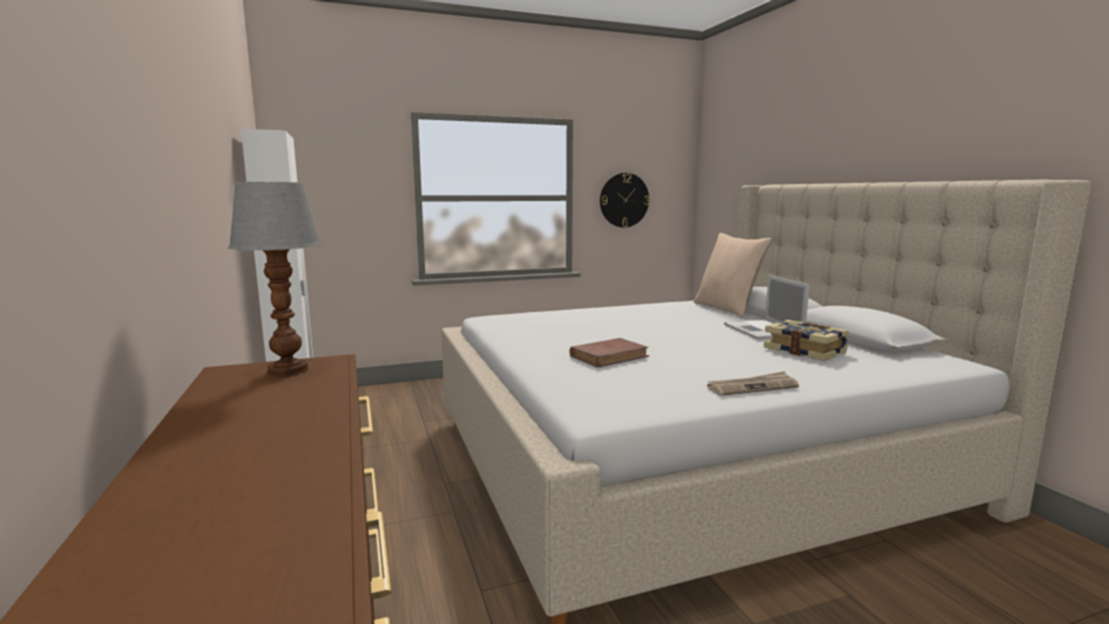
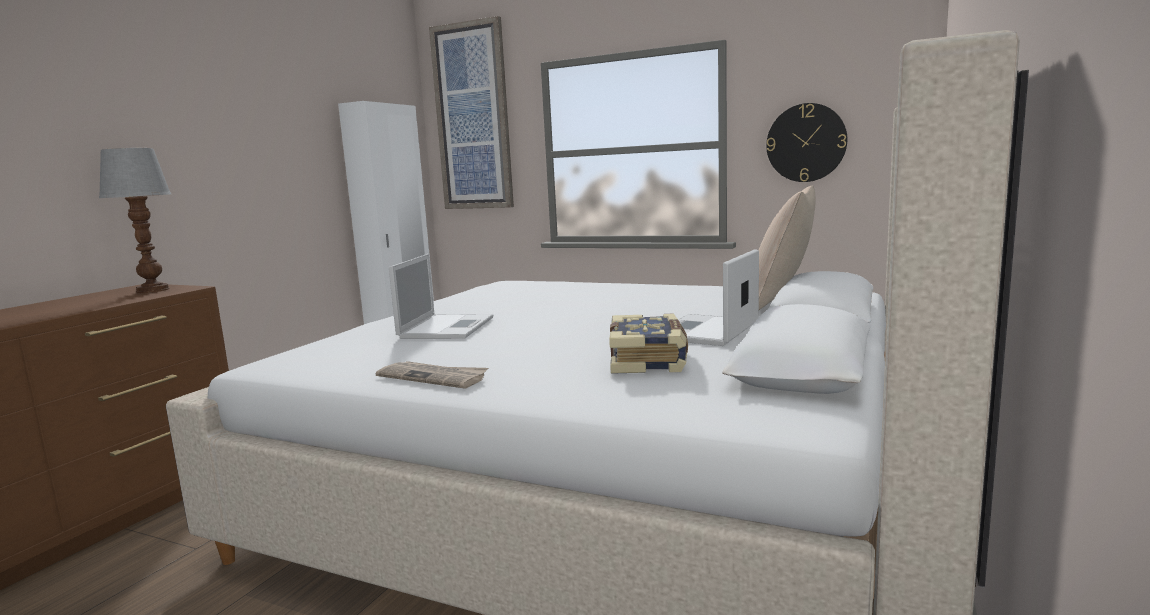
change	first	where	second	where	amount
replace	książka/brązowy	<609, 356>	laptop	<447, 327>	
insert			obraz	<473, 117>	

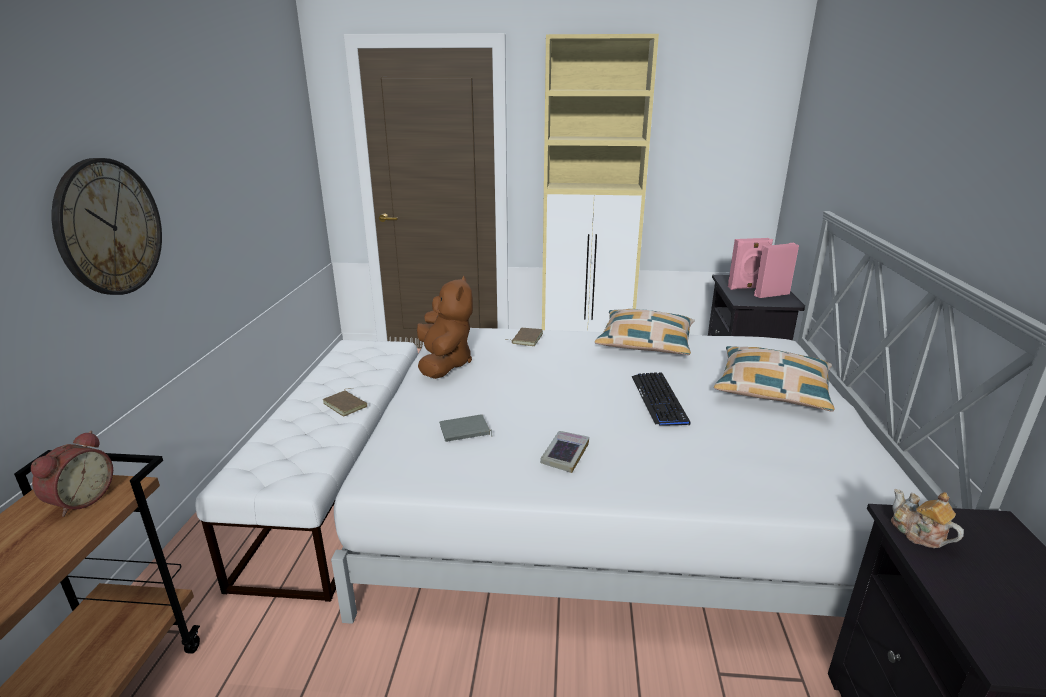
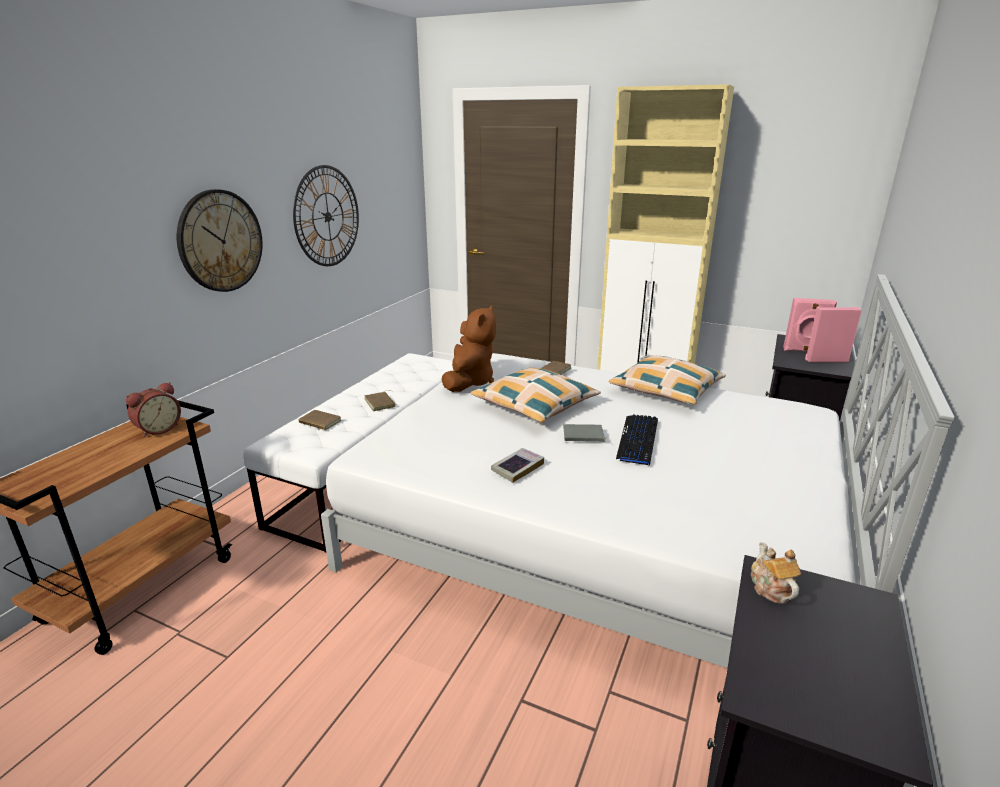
change	first	where	second	where	amount
move	książka/szary	<464, 432>		<583, 436>	
move	poduszka	<772, 389>		<535, 404>	
insert			zegar ścienny	<327, 216>	
insert			książka/brązowy	<319, 422>	

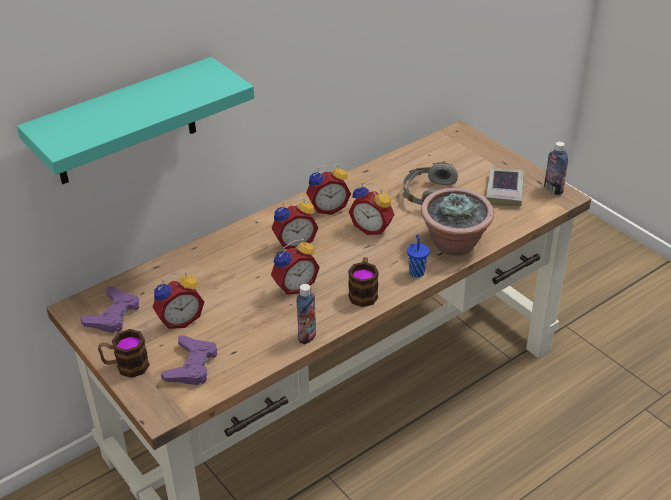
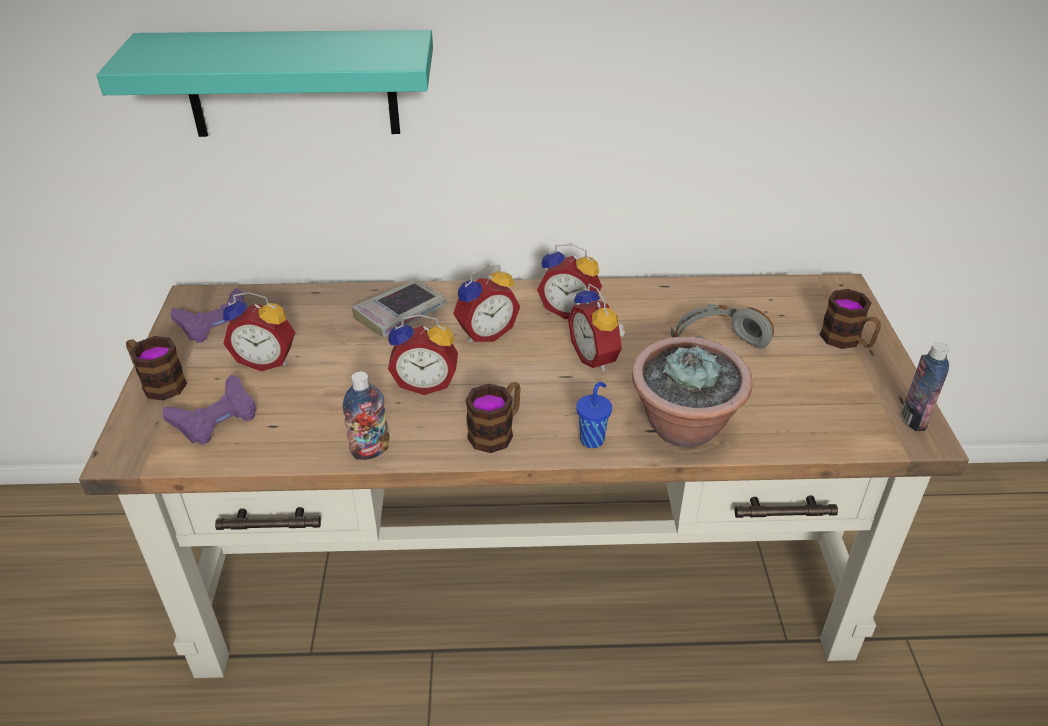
change	first	where	second	where	amount
rotate	budzik	<294, 243>		<485, 332>	45 degrees counterclockwise
move	książka	<504, 191>		<400, 313>	
insert			kubek	<847, 341>	

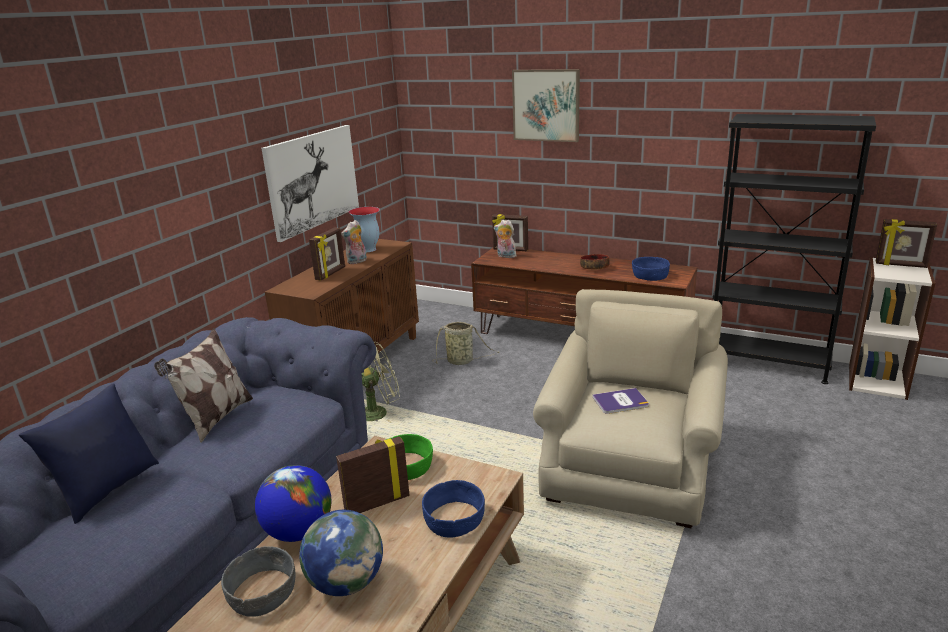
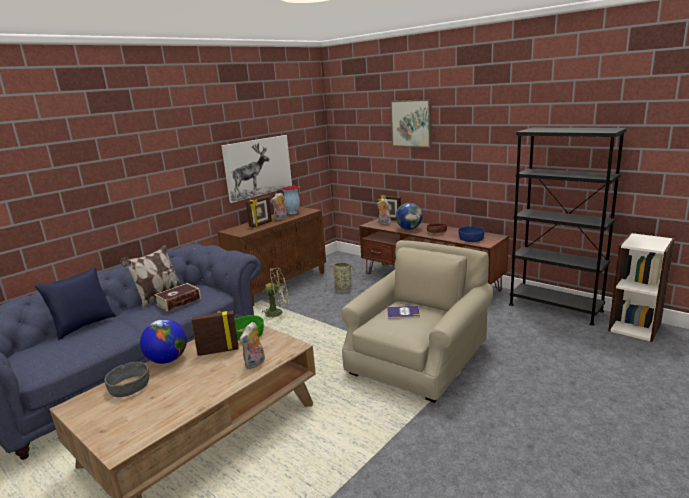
change	first	where	second	where	amount
move	globus	<346, 582>		<409, 229>	
replace	miska/niebieski	<454, 518>	pluszak	<255, 364>	
delete	ramka na zdjęcie	<900, 265>			
insert			książka	<179, 301>	

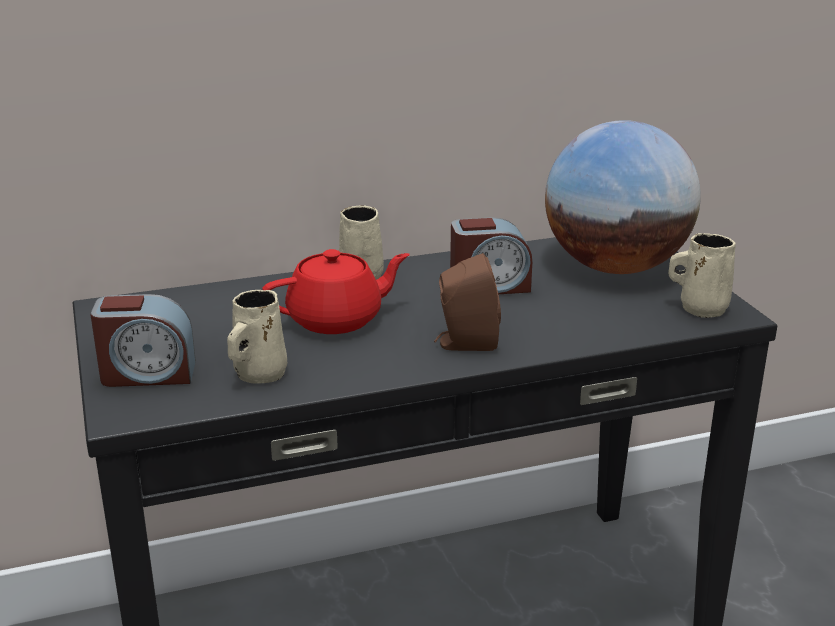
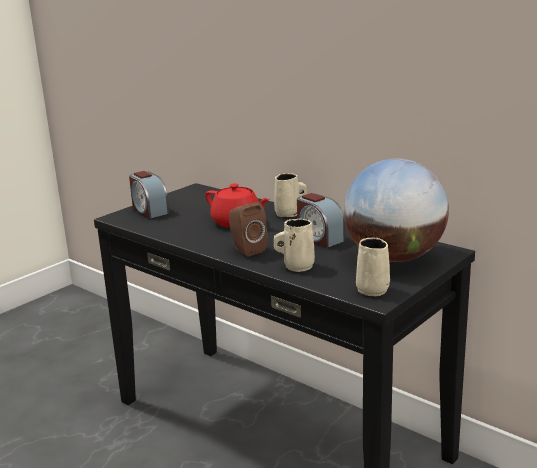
change	first	where	second	where	amount
move	kubek/beżowy	<258, 374>		<297, 266>	

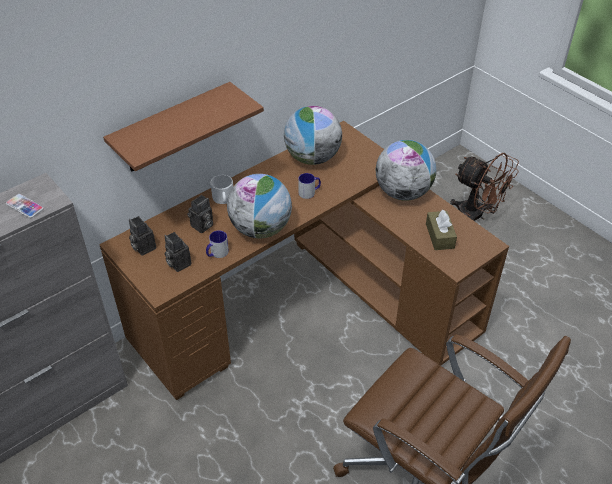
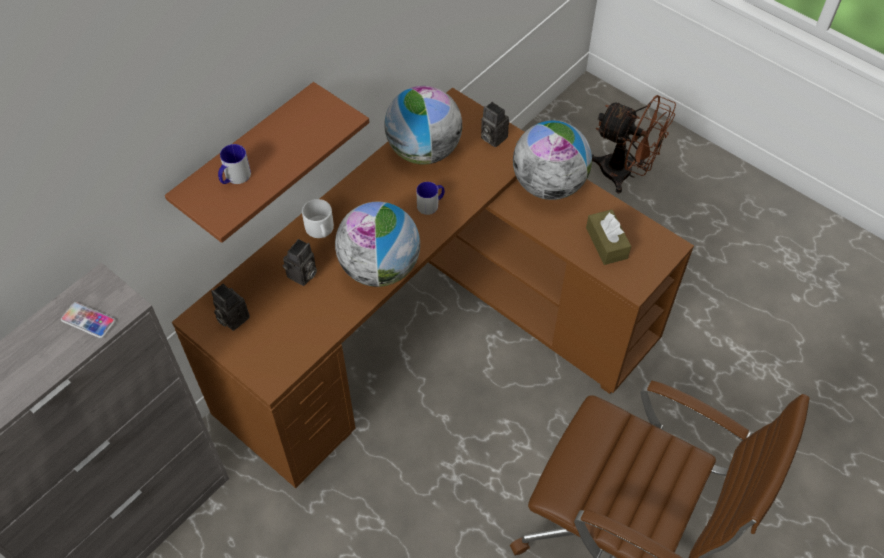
change	first	where	second	where	amount
move	aparat fotograficzny	<178, 263>		<492, 137>	
move	kubek	<217, 253>		<234, 178>	

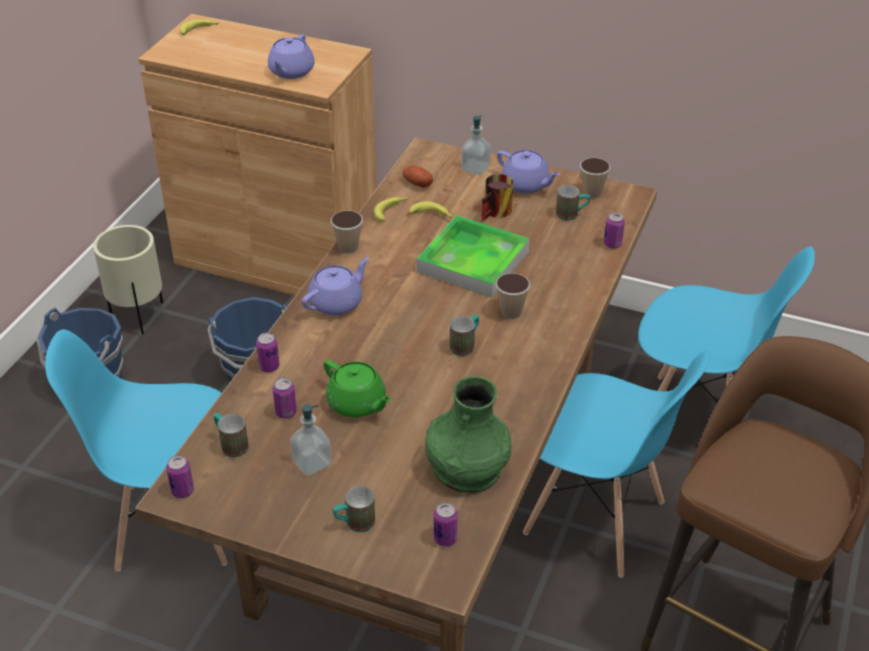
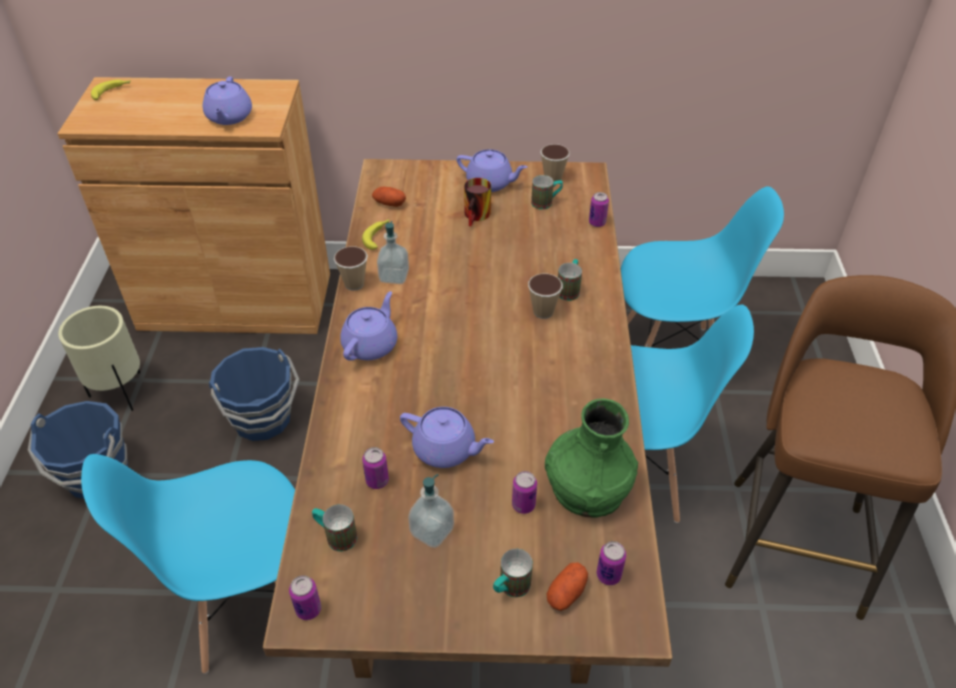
change	first	where	second	where	amount
move	puszka	<269, 367>		<523, 505>	
recolor	imbryk/zielony	<357, 404>	imbryk/fioletowy	<446, 449>	
delete	banan	<432, 215>			
delete	taca	<473, 261>			
move	kubek	<465, 345>		<569, 289>	
move	dozownik mydła	<475, 168>		<394, 276>	
insert			ziemniak	<566, 593>	

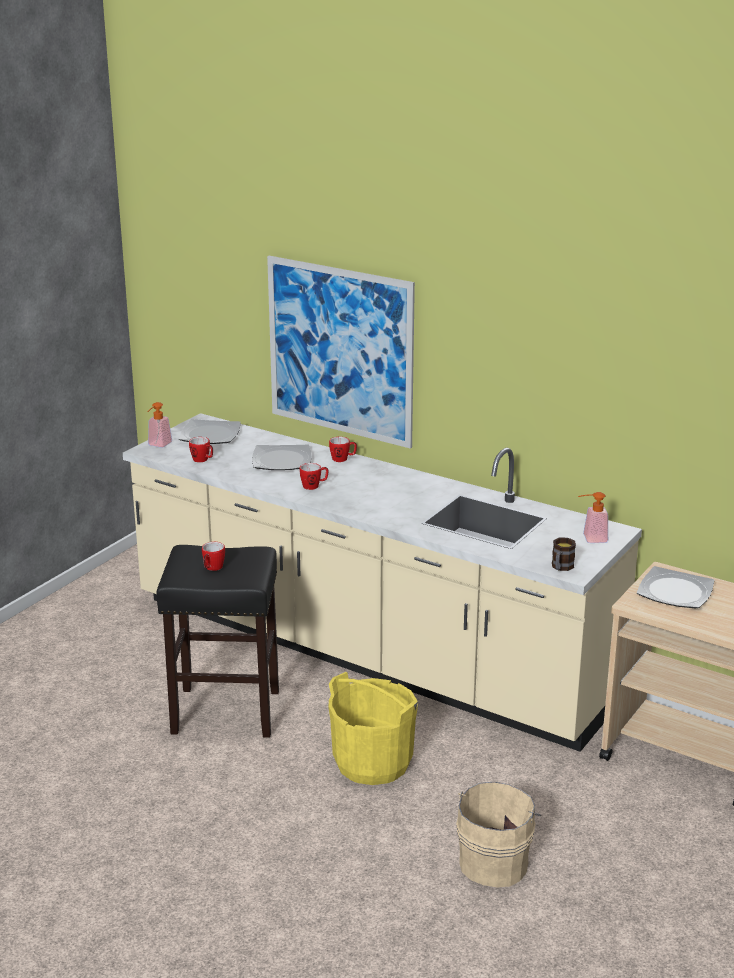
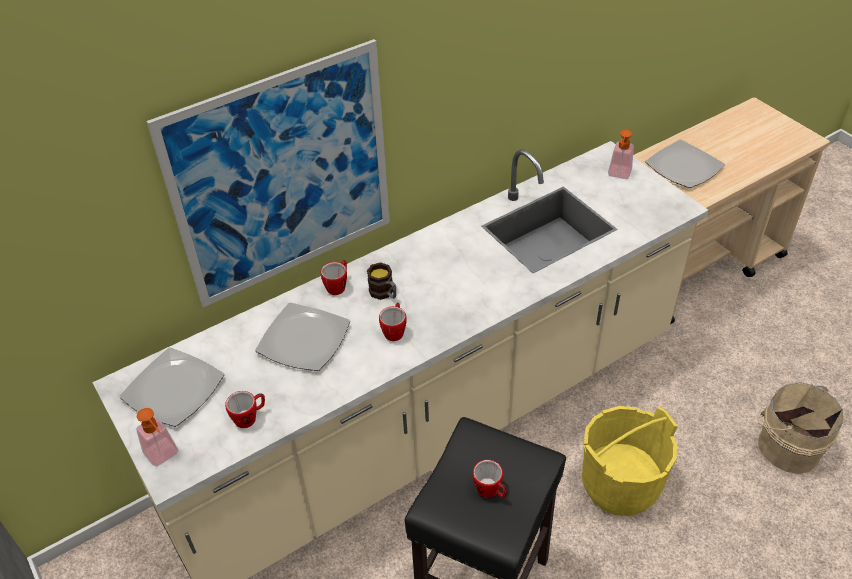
change	first	where	second	where	amount
move	kubek	<561, 567>		<384, 293>	

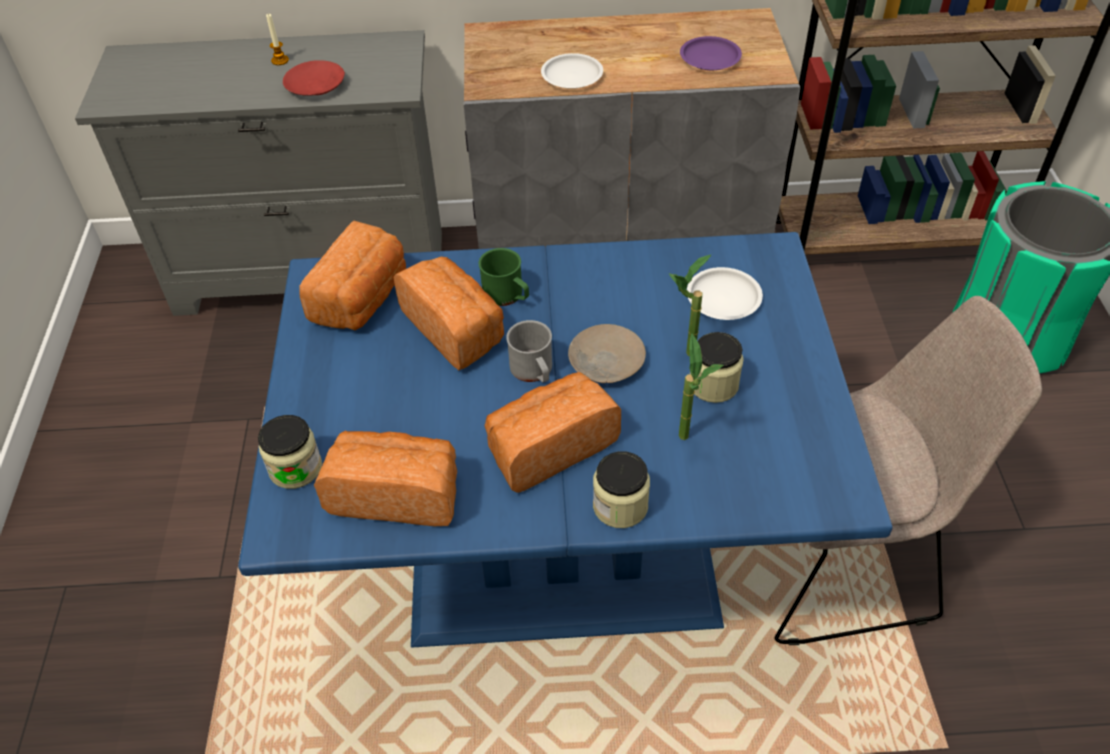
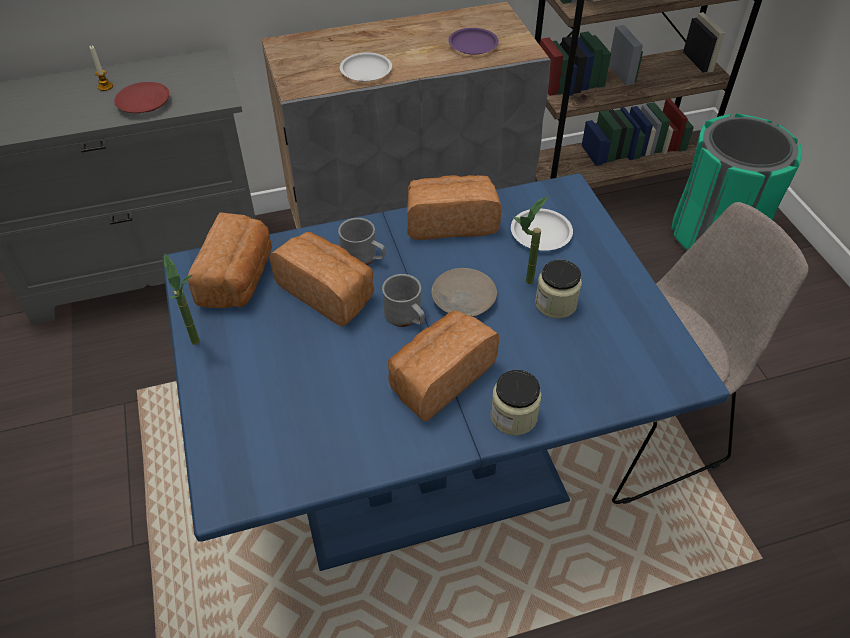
change	first	where	second	where	amount
delete	słoik	<295, 468>			
move	chleb	<397, 493>		<450, 222>	
recolor	kubek/zielony	<507, 296>	kubek/szary	<364, 258>	
move	roślina doniczkowa	<690, 443>		<200, 346>	

